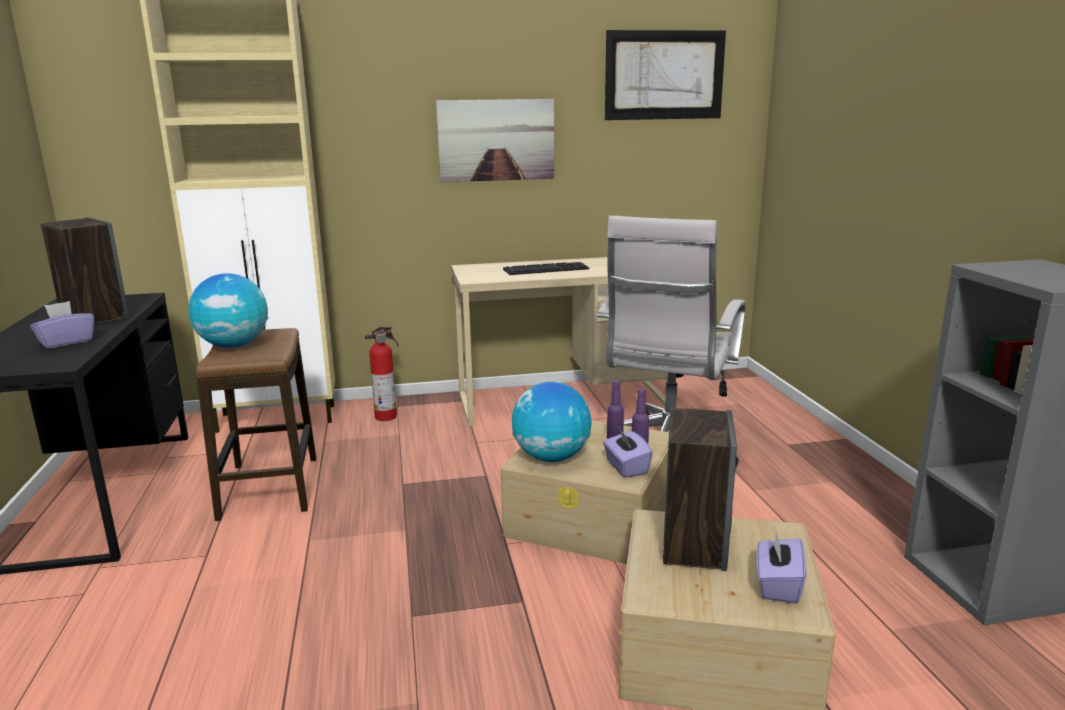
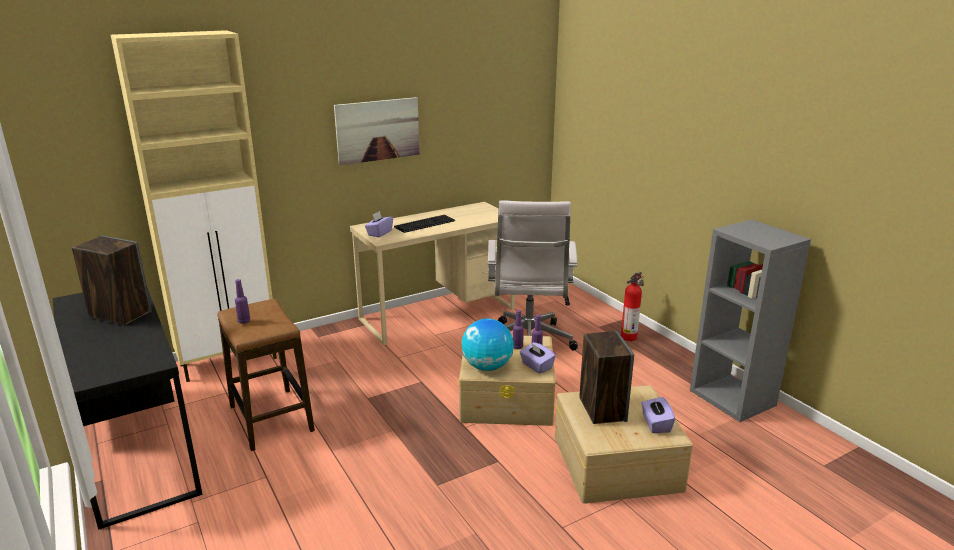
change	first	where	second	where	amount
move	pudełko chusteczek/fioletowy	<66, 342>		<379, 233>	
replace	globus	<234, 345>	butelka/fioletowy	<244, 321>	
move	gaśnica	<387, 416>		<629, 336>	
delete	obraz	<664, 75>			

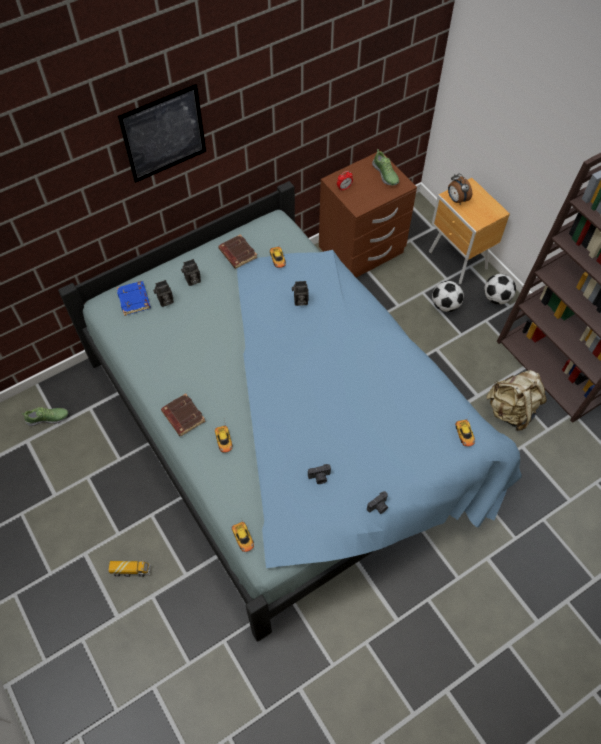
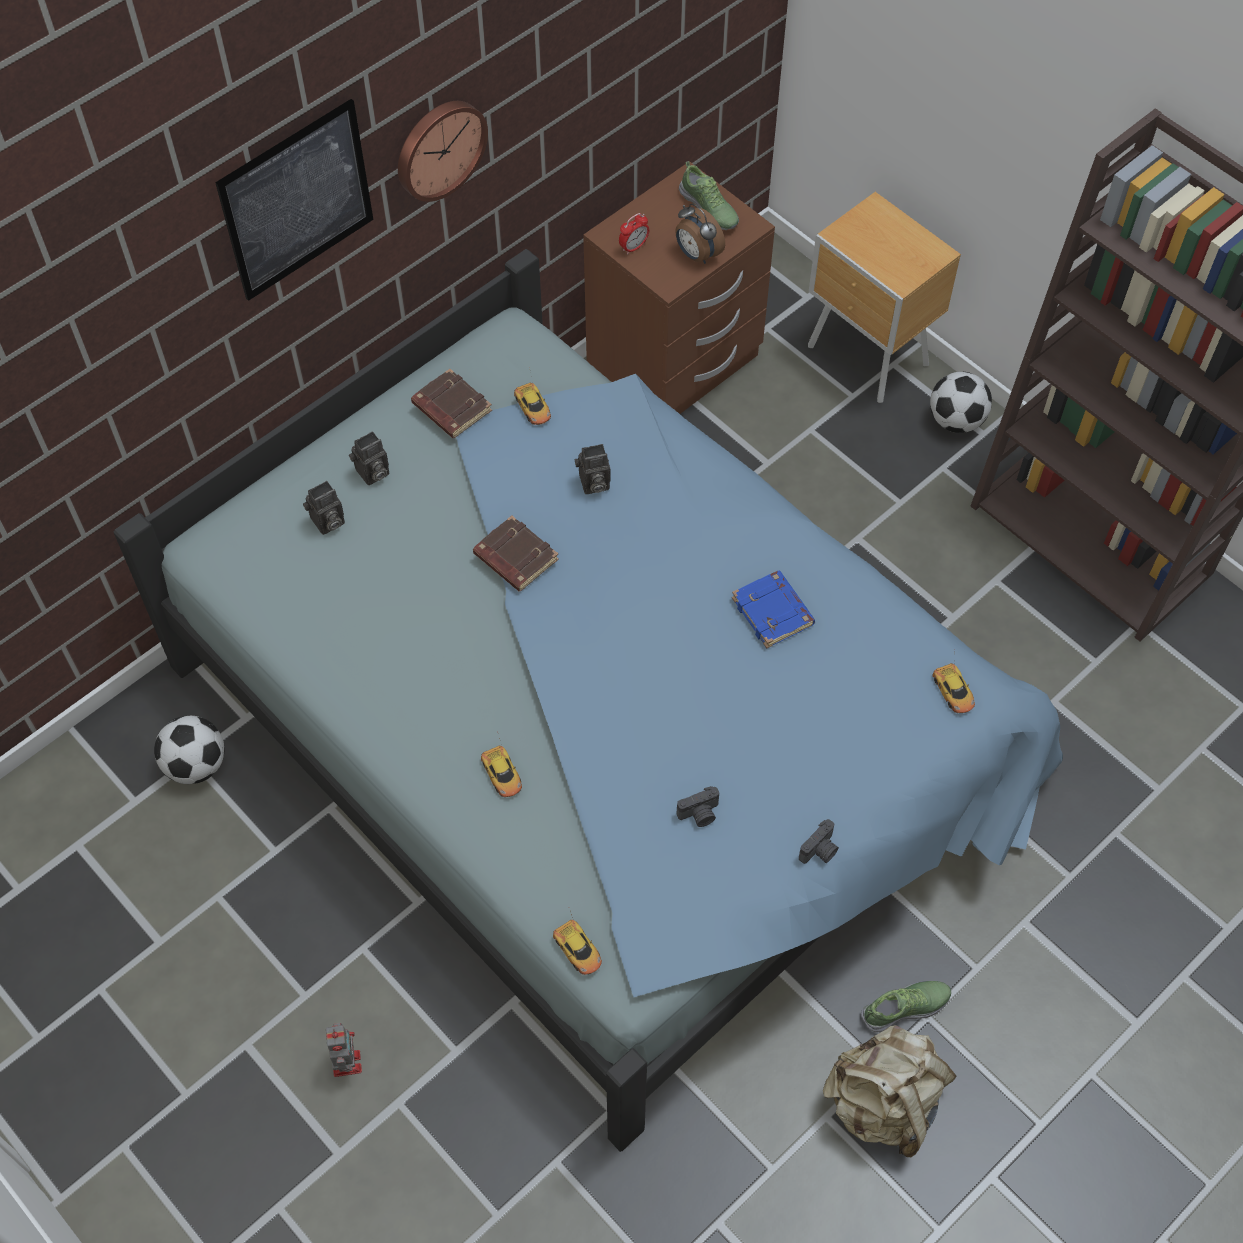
change	first	where	second	where	amount
move	but	<48, 418>		<905, 1008>	
replace	ciężarówka zabawkowa	<131, 570>	robot zabawkowy	<346, 1061>	
move	książka/niebieski	<134, 300>		<774, 612>	
move	książka/brązowy	<182, 416>		<514, 558>	
move	piłka futbolowa	<445, 305>		<196, 765>	
move	budzik	<456, 200>		<697, 255>	
move	plecak/beżowy	<511, 411>		<884, 1103>	
insert			zegar ścienny	<438, 148>	

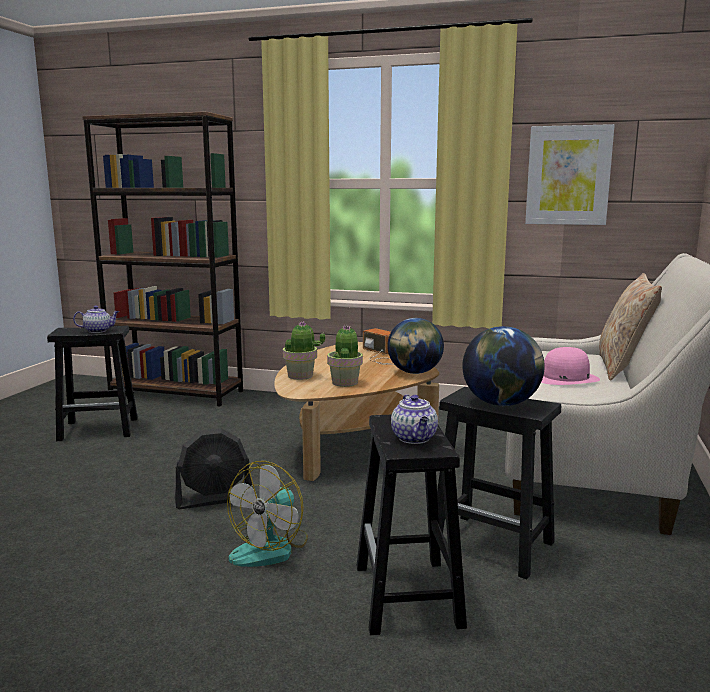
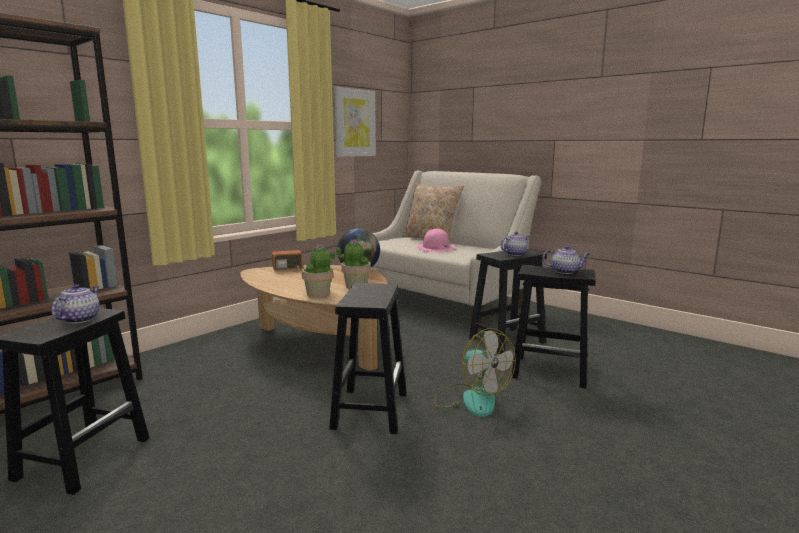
change	first	where	second	where	amount
replace	wentylator/czarny	<214, 499>	stołek/czarny	<370, 409>	
replace	globus	<501, 404>	imbryk	<515, 254>	

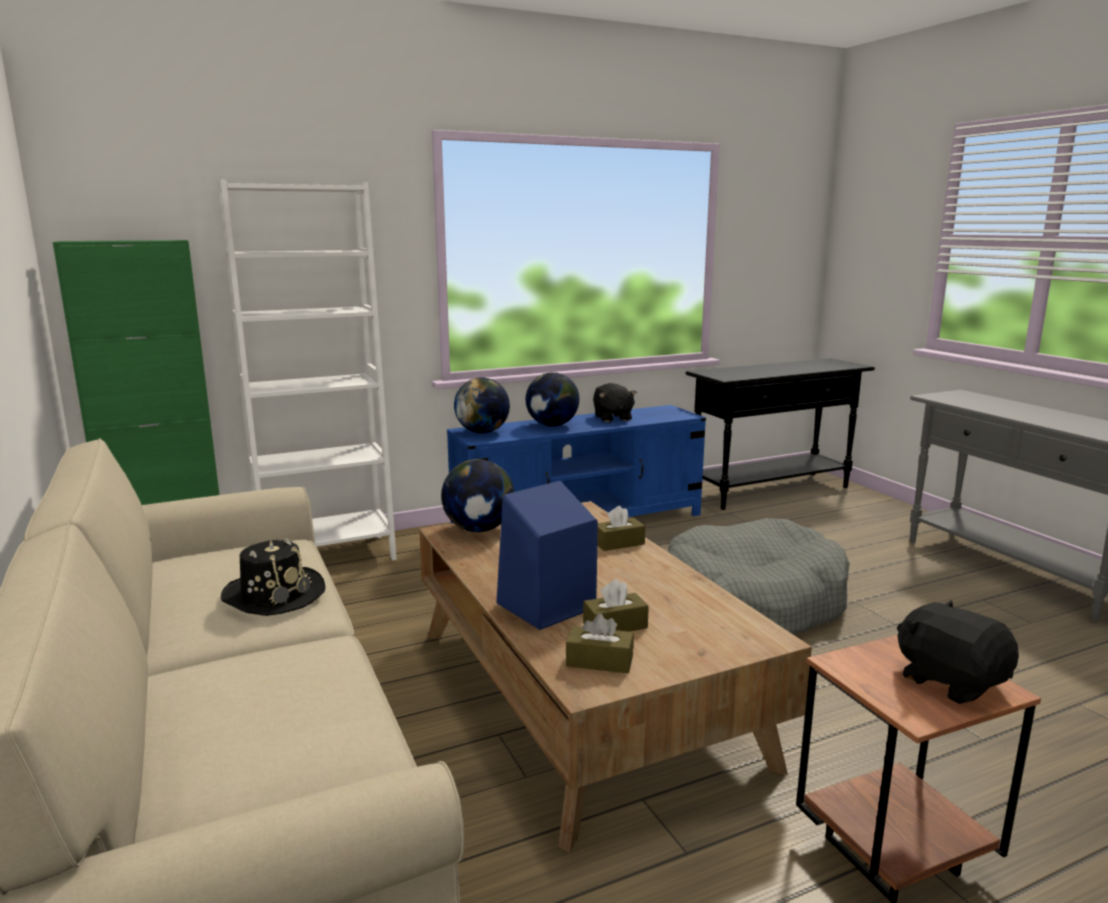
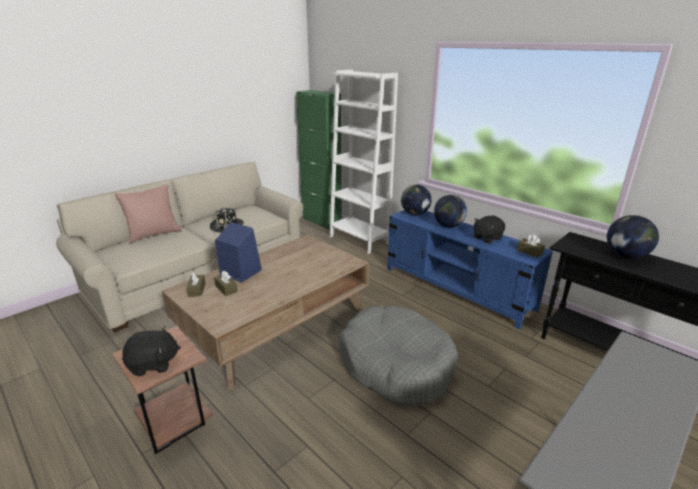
change	first	where	second	where	amount
move	globus	<479, 529>		<626, 256>	
move	pudełko chusteczek/brązowy	<618, 543>		<529, 252>	
rotate	pluszak/czarny	<950, 681>		<153, 364>	45 degrees clockwise
insert			poduszka/różowy	<154, 234>	

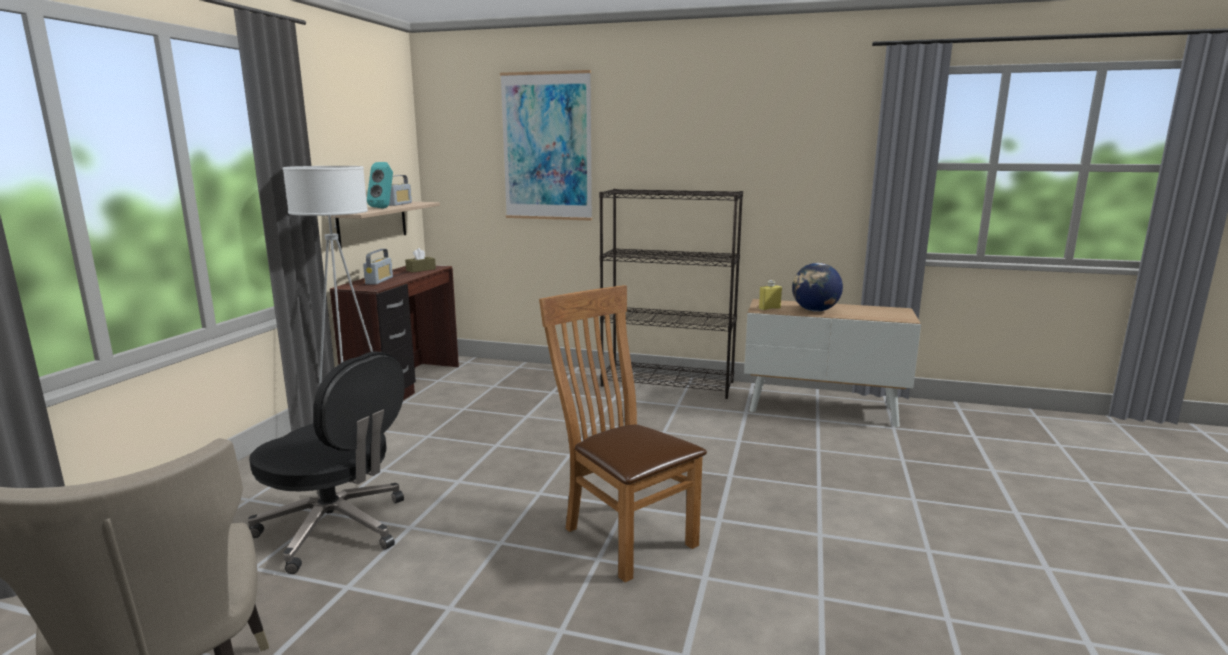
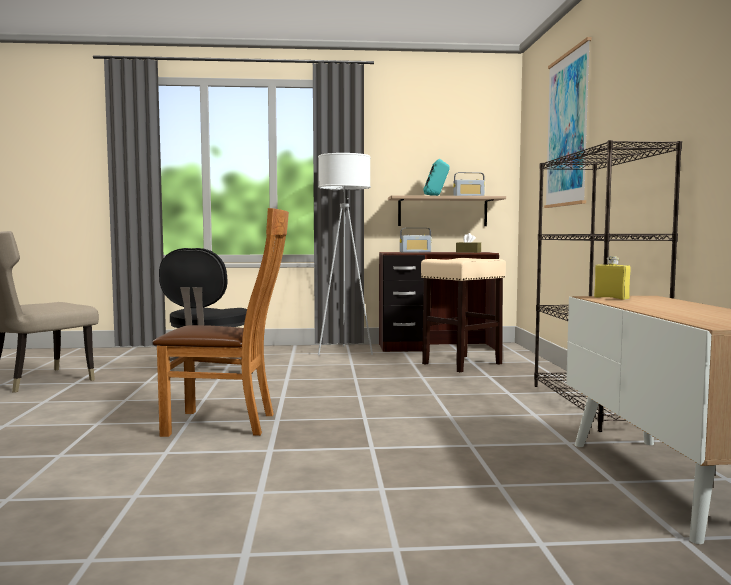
change	first	where	second	where	amount
rotate	krzesło/brązowy	<623, 534>		<227, 424>	60 degrees clockwise
delete	globus	<815, 310>			
insert			stołek/beżowy	<461, 364>	

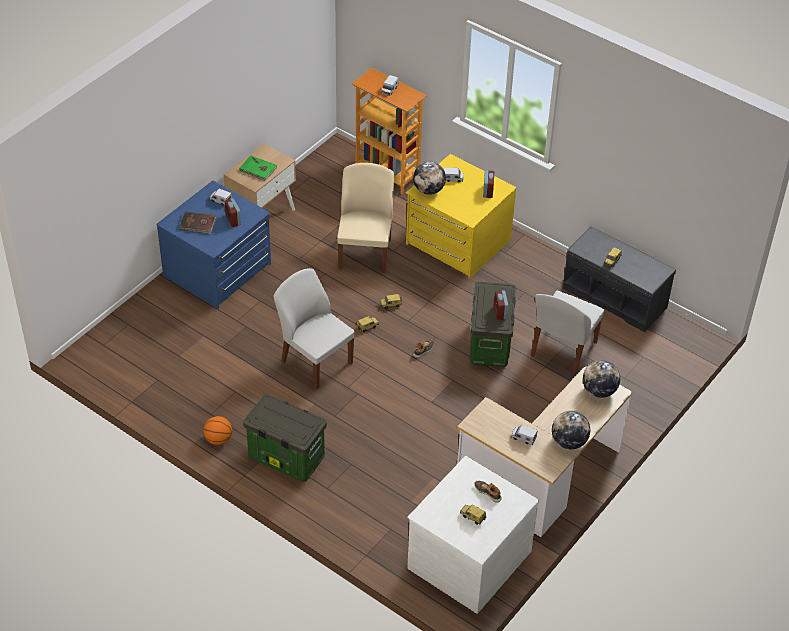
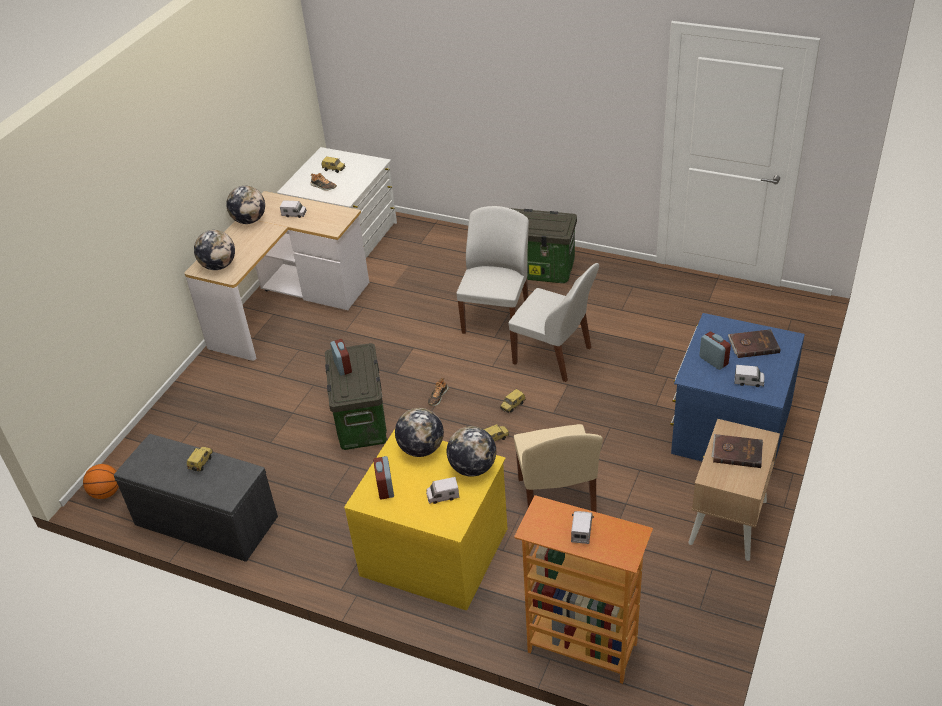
change	first	where	second	where	amount
move	piłka do koszykówki	<218, 439>		<106, 493>	
recolor	książka/zielony	<258, 170>	książka/brązowy	<737, 452>	
move	krzesło/biały	<562, 350>		<496, 317>	
insert			globus	<421, 449>	

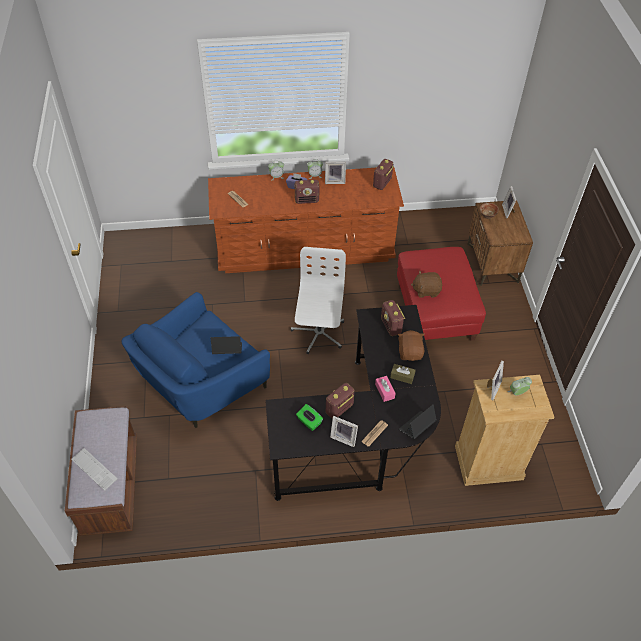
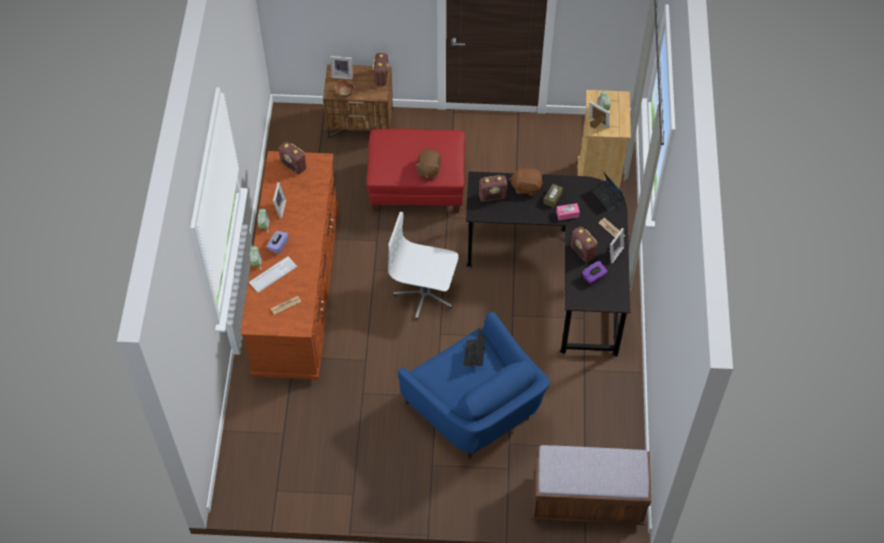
change	first	where	second	where	amount
move	klawiatura	<94, 469>		<273, 274>	
move	radio	<307, 200>		<381, 77>	
recolor	pudełko chusteczek/zielony	<309, 422>	pudełko chusteczek/fioletowy	<594, 277>	

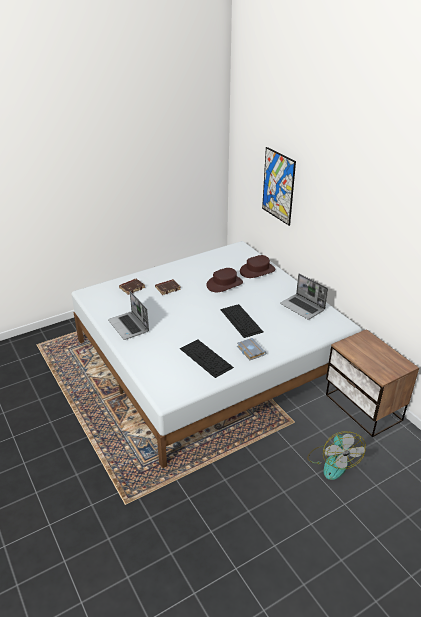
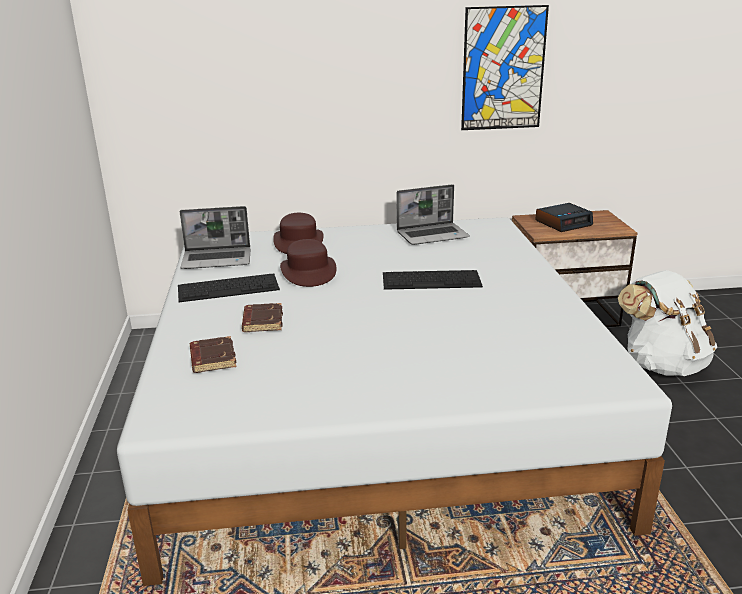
change	first	where	second	where	amount
move	laptop	<129, 326>		<218, 259>	
move	klawiatura	<206, 358>		<229, 287>	
delete	książka/szary	<250, 350>			
move	obraz	<278, 186>		<503, 69>	
replace	wentylator	<332, 462>	plecak/biały	<661, 364>	
insert			budzik	<563, 223>	

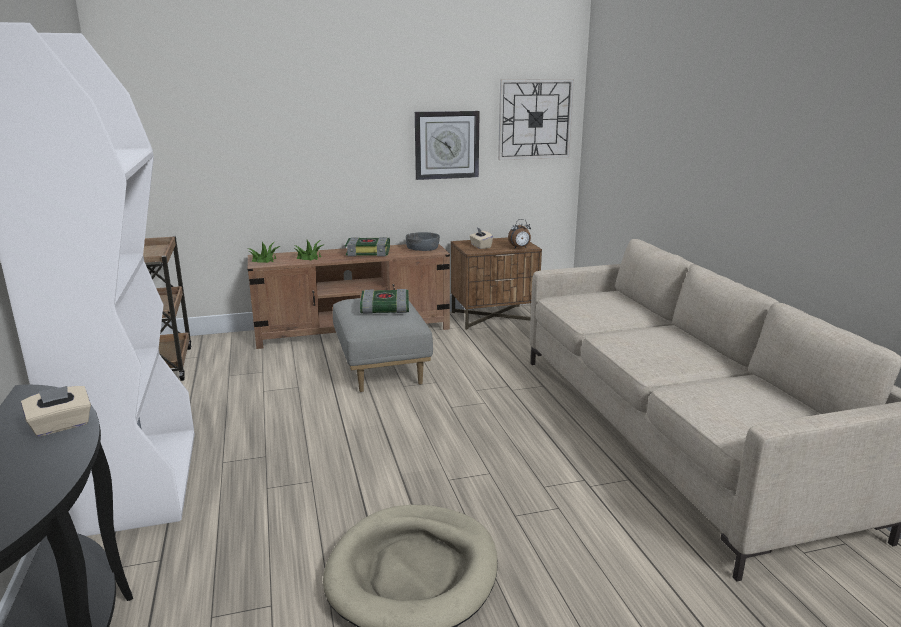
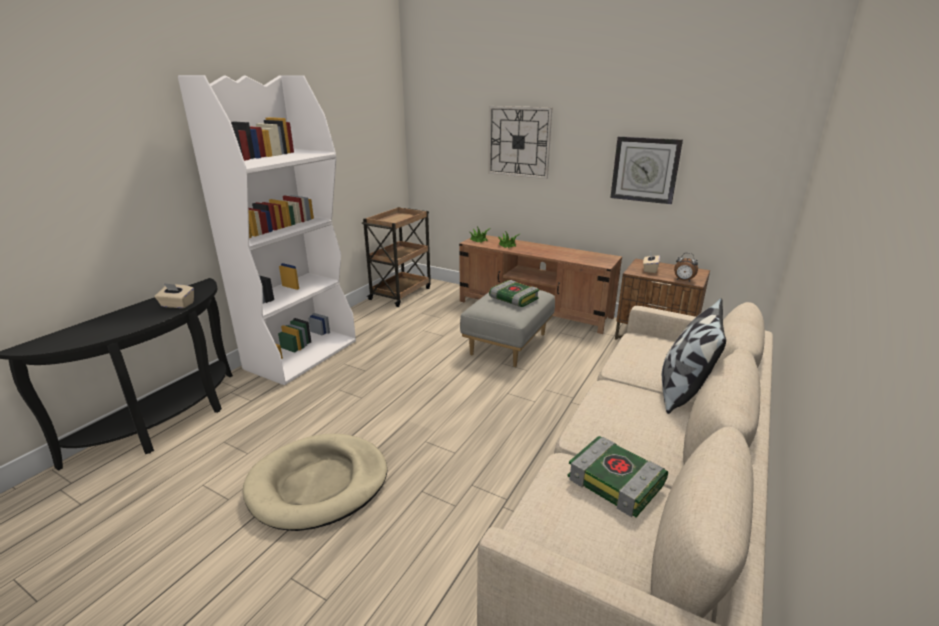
change	first	where	second	where	amount
move	książka	<369, 252>		<617, 481>	
delete	miska/szary	<423, 248>			
move	zegar ścienny	<535, 119>		<519, 142>	
insert			poduszka	<683, 391>	

